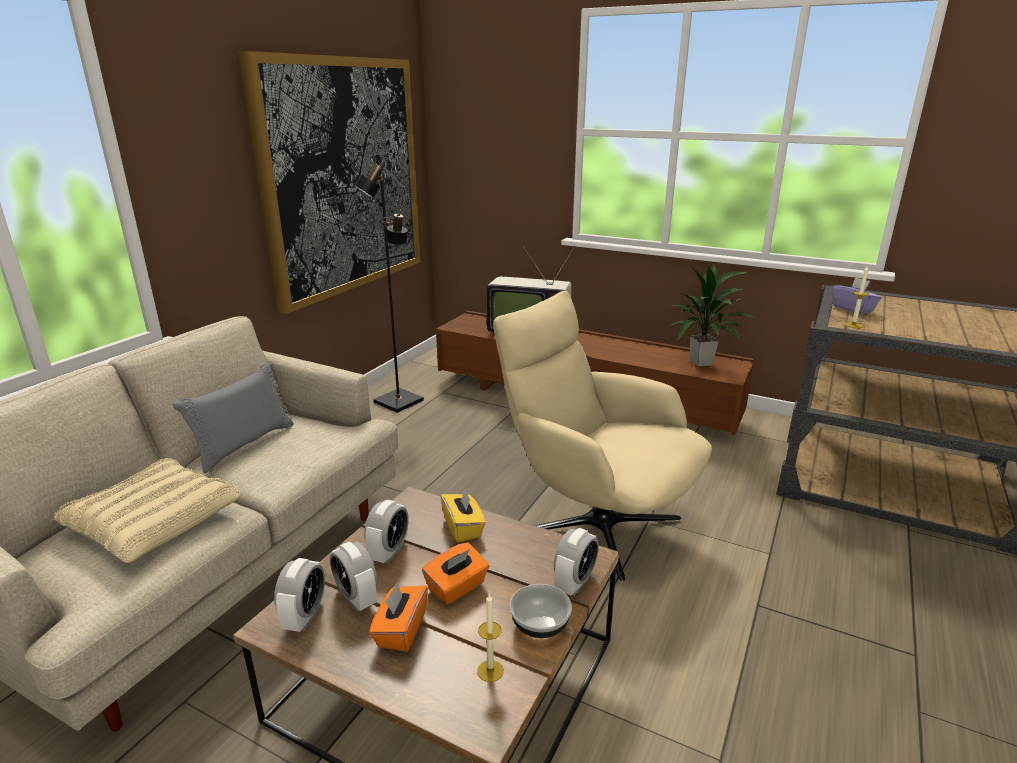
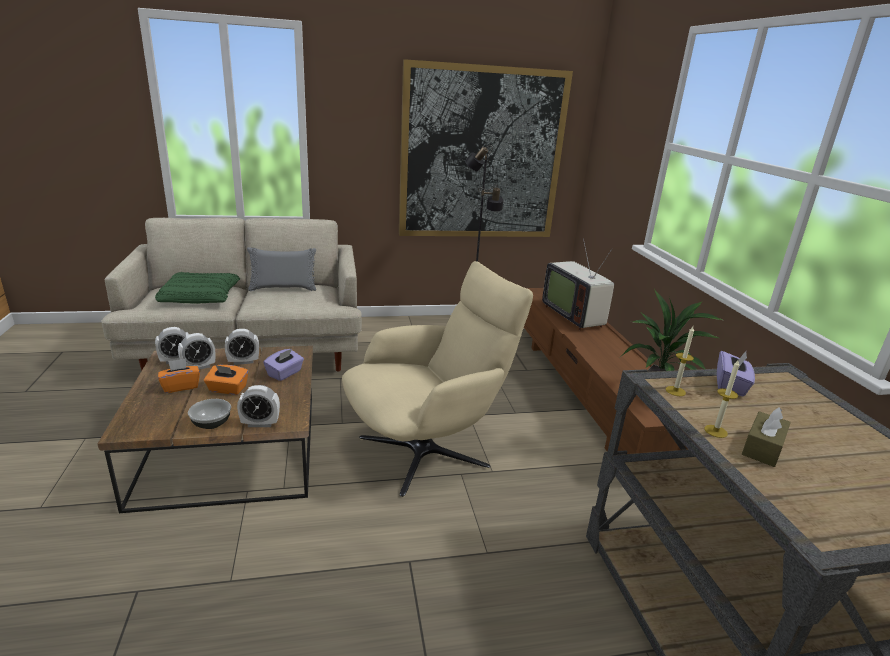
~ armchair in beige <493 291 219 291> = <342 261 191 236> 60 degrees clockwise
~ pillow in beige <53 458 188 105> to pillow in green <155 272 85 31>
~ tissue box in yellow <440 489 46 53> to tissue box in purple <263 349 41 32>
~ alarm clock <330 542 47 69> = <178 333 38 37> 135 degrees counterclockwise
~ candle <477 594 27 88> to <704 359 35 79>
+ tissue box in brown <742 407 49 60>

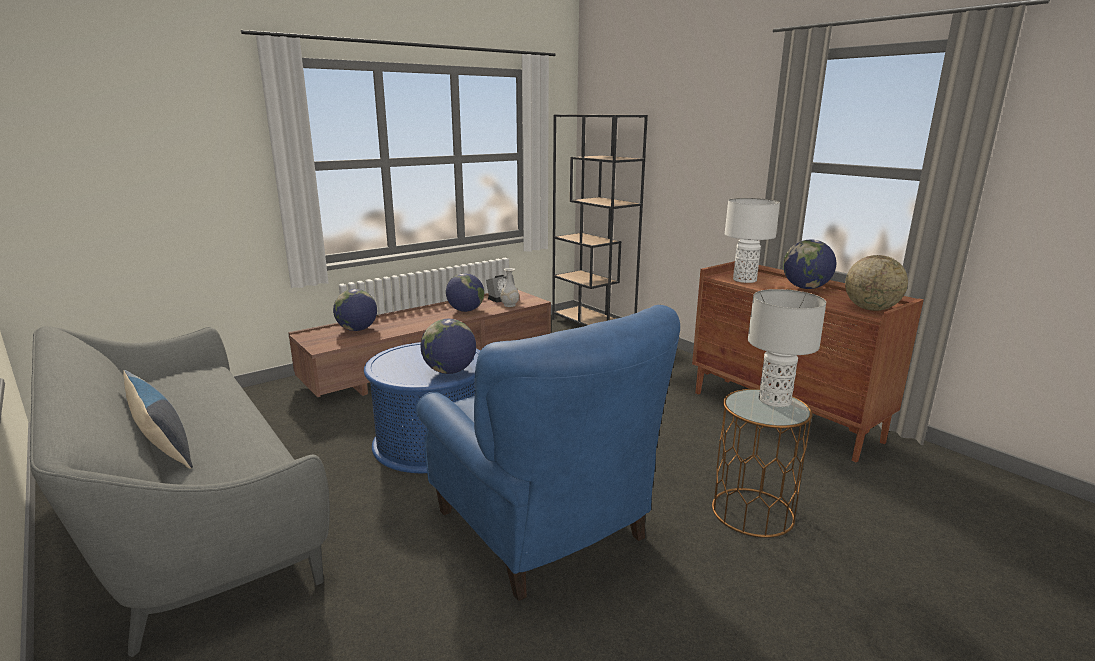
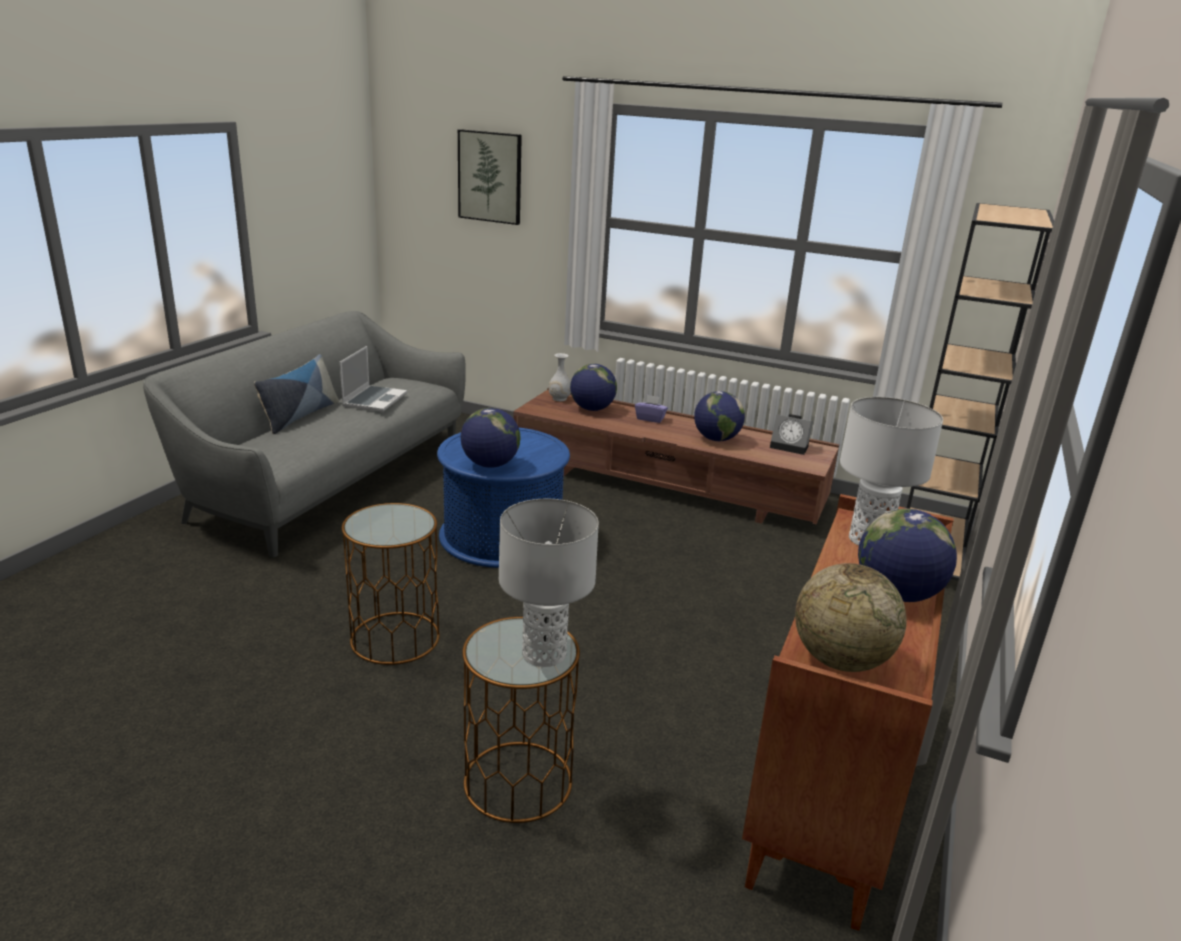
~ vase in white <500 268 19 39> to <549 353 22 48>
~ armchair in blue <416 305 264 296> to side table in brown <342 503 98 162>
+ picture <458 129 64 96>
+ laptop <340 346 67 66>
+ tissue box in purple <635 395 33 28>

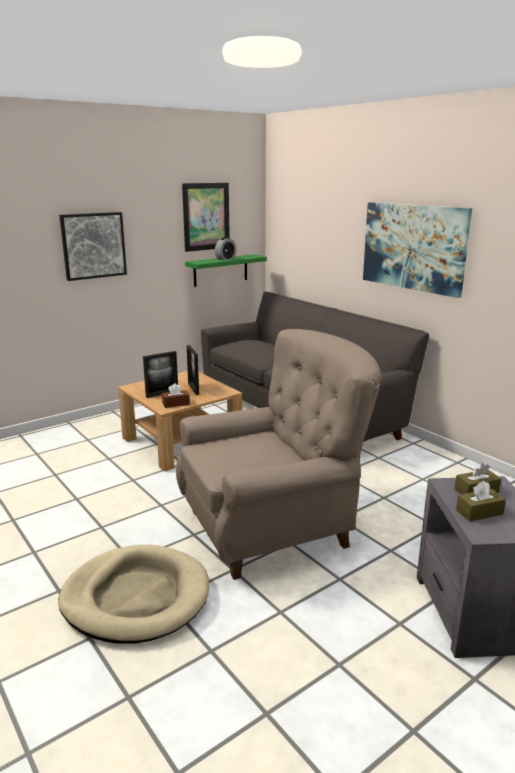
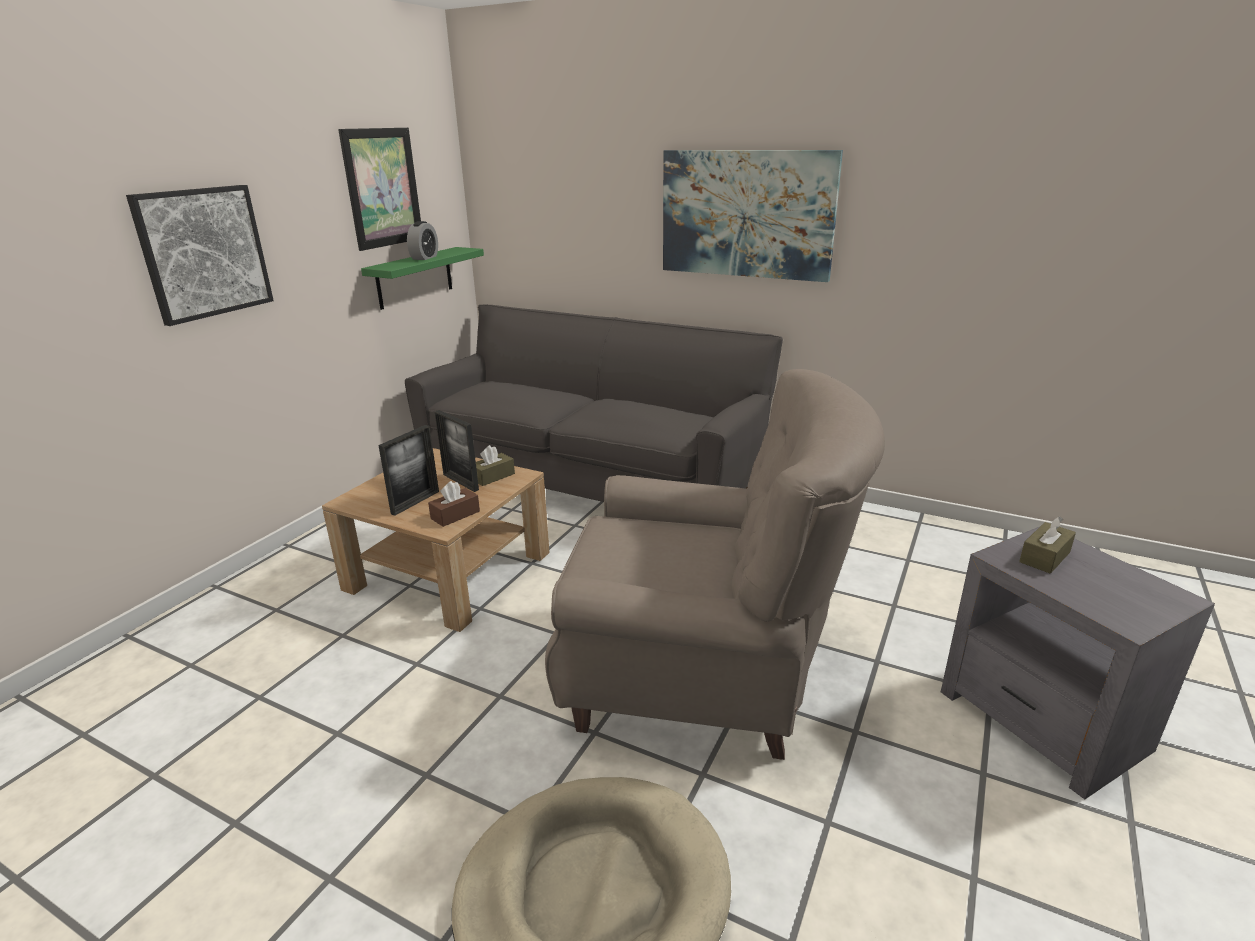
~ armchair in beige <176 329 206 251> = <545 369 340 391> 60 degrees clockwise
~ tissue box in brown <456 481 50 41> to <476 445 39 41>

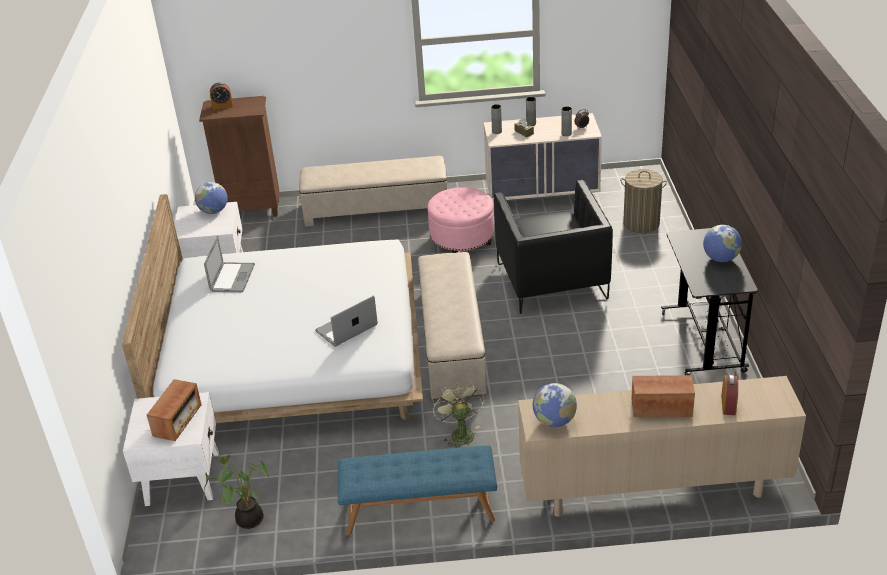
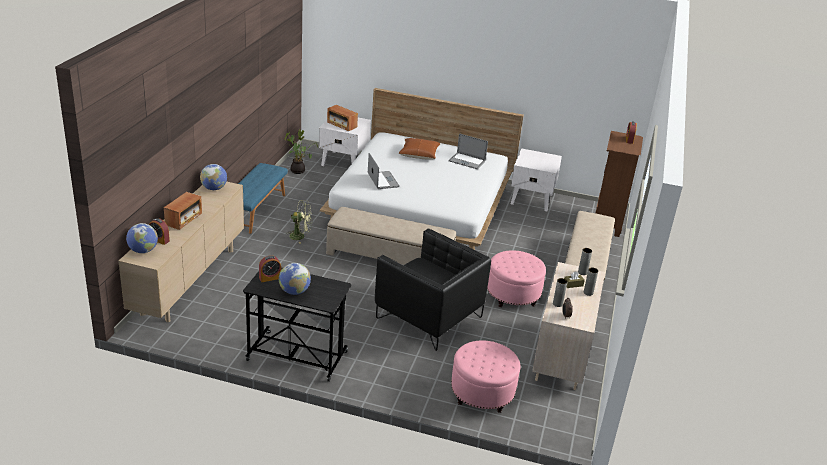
~ laundry basket <620 169 47 64> to ottoman in pink <451 340 70 73>
~ armchair in black <494 179 119 135> = <375 228 116 123> 150 degrees counterclockwise
~ globe <195 182 32 32> to <126 223 32 30>
+ pillow in brown <399 138 41 22>
+ alarm clock <259 255 22 27>

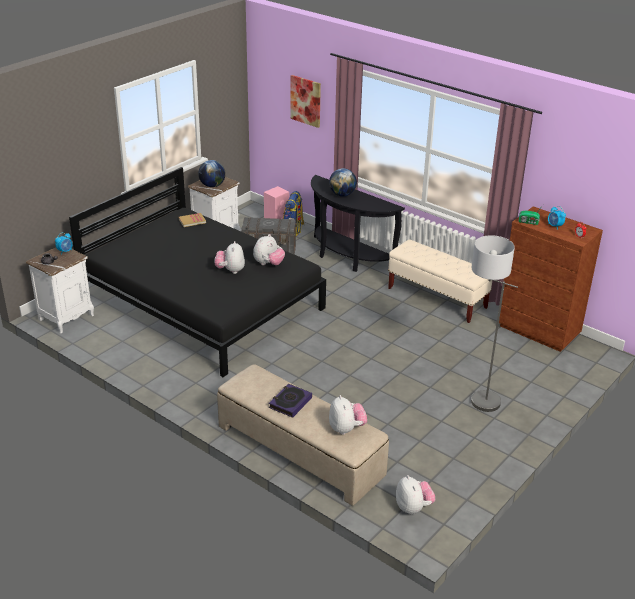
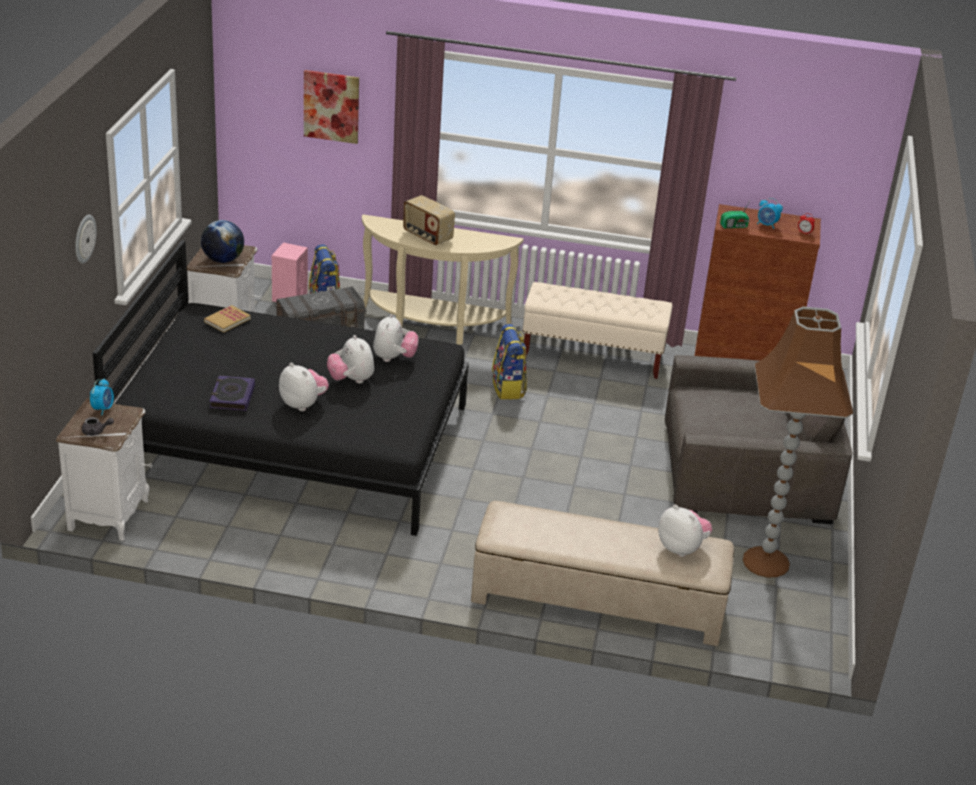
~ globe <329 168 28 28> to radio <403 195 52 50>
~ console table in black <311 175 94 97> to console table in beige <362 214 162 131>
~ floor lamp in grey <471 235 47 177> to armchair in grey <665 355 188 169>
~ book <269 384 43 34> to <209 375 46 36>
~ plush toy <396 475 39 39> to <279 363 50 48>
+ wall clock <75 215 22 48>
+ floor lamp in brown <743 307 111 270>
+ backpack <492 324 35 76>

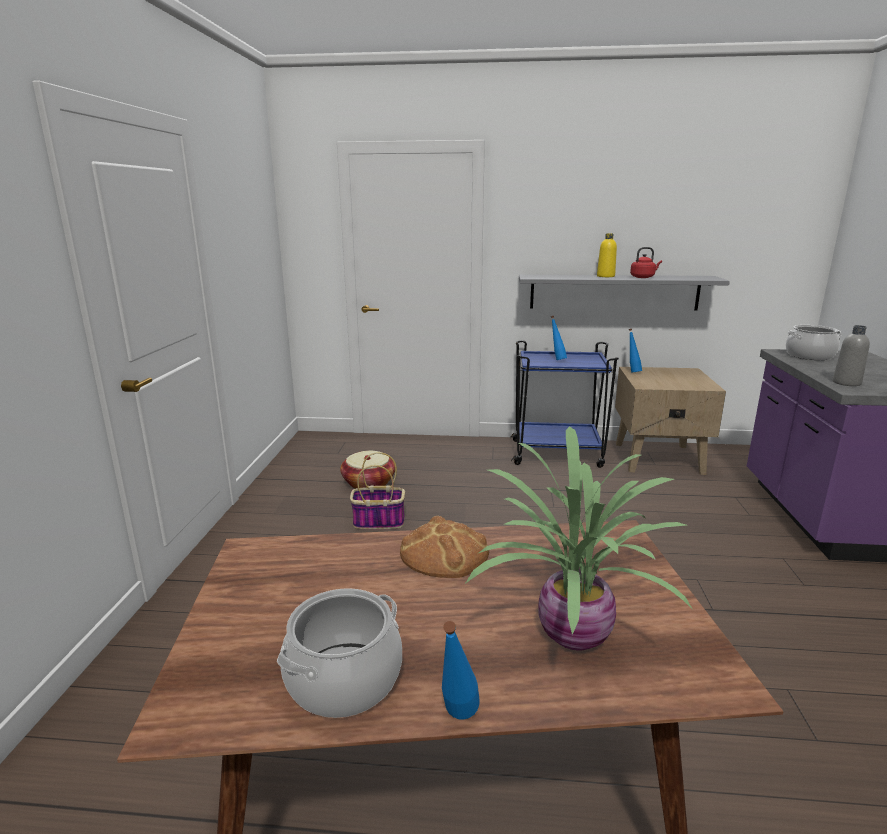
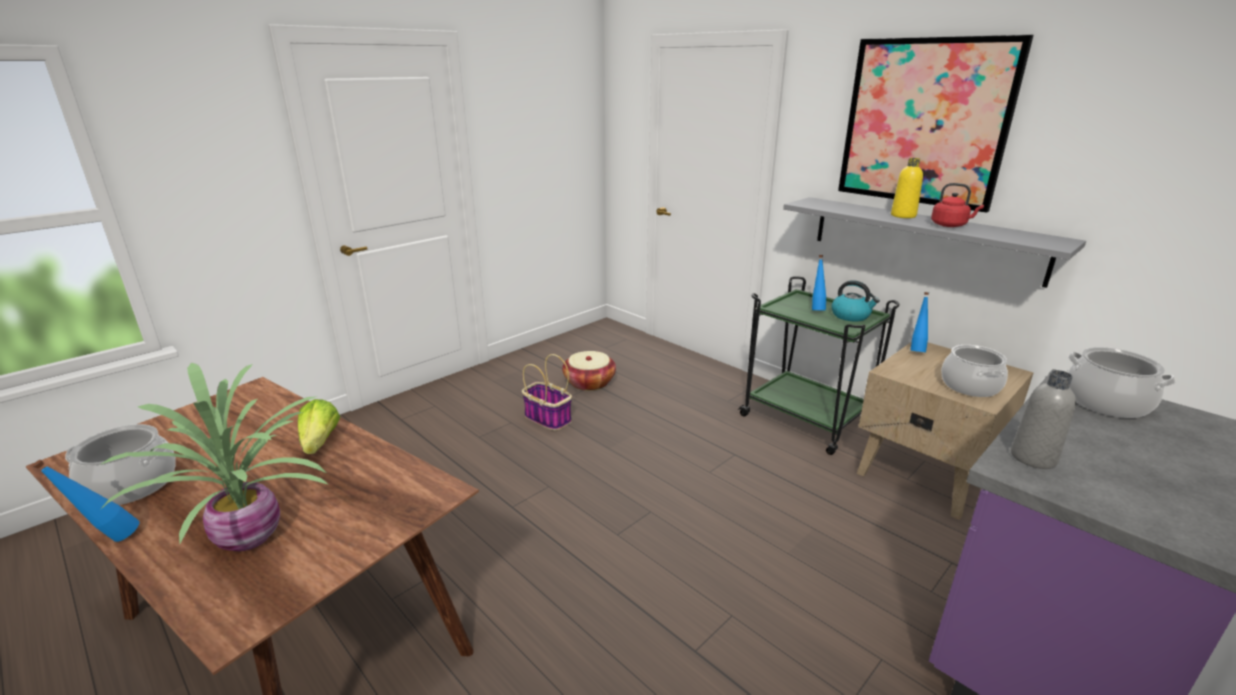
~ cart in blue <510 340 109 128> to cart in green <738 276 161 179>
~ bread <400 516 89 62> to lettuce <298 399 42 55>
+ picture <838 35 196 178>
+ kettle <832 280 48 41>
+ cooking pot <941 345 67 52>

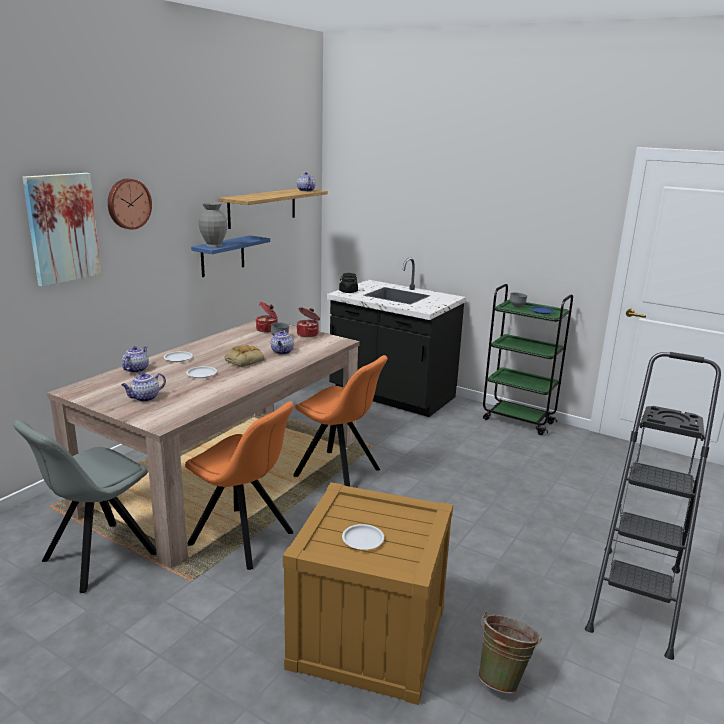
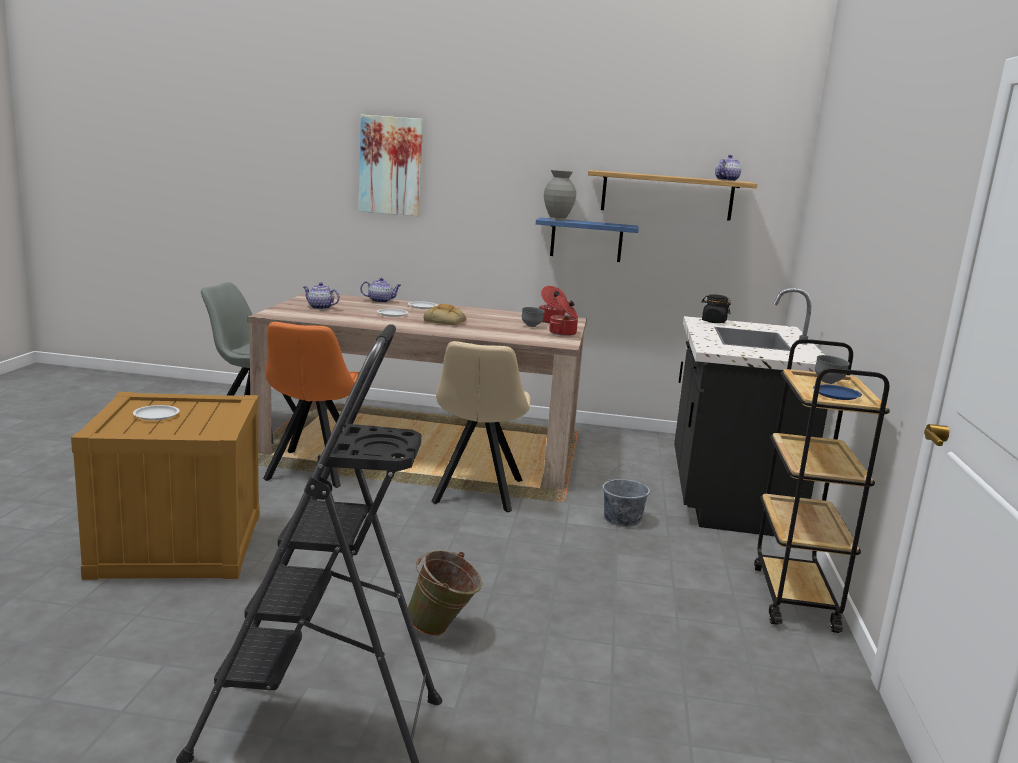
- wall clock <108 179 44 51>
~ cart in green <483 284 90 151> to cart in brown <754 339 136 294>
- teapot <271 330 23 24>
~ chair in orange <293 355 95 132> to chair in beige <432 341 98 171>
~ bucket in green <478 612 64 81> to <408 550 74 86>
+ bucket in grey <602 463 48 64>

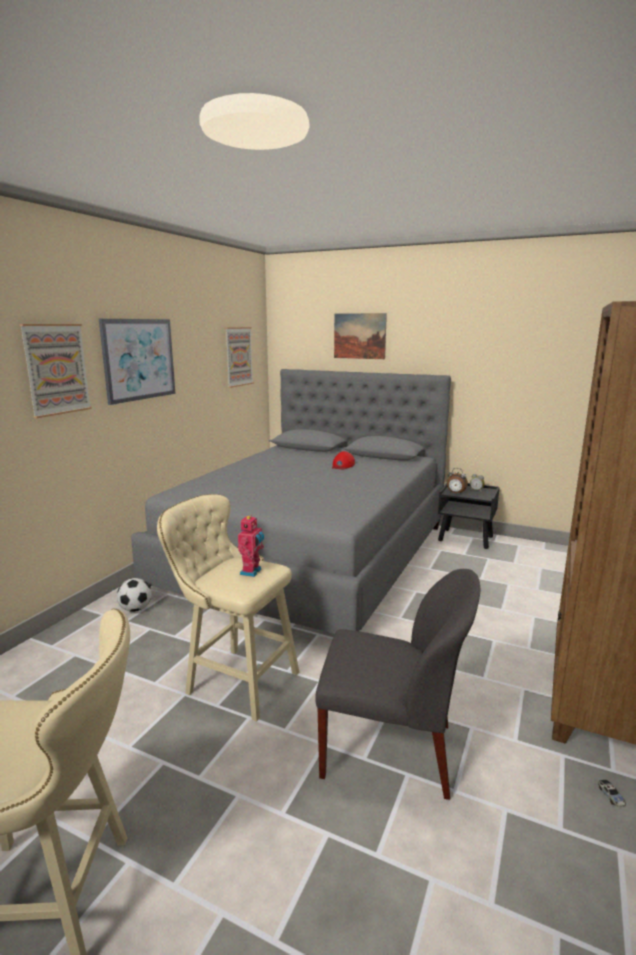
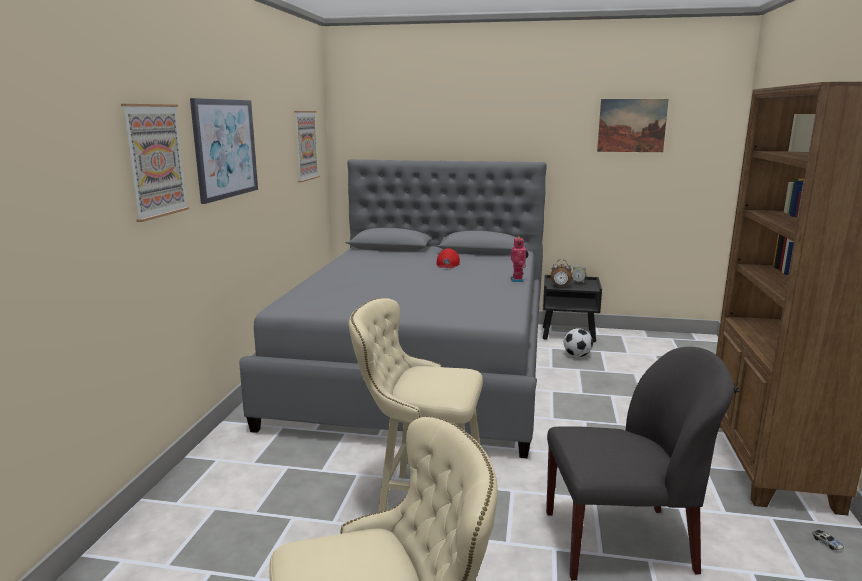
~ picture <334 313 53 46> to <597 99 72 53>
~ toy robot <238 514 26 63> to <511 236 17 46>
~ football <117 578 35 34> to <564 328 29 29>

